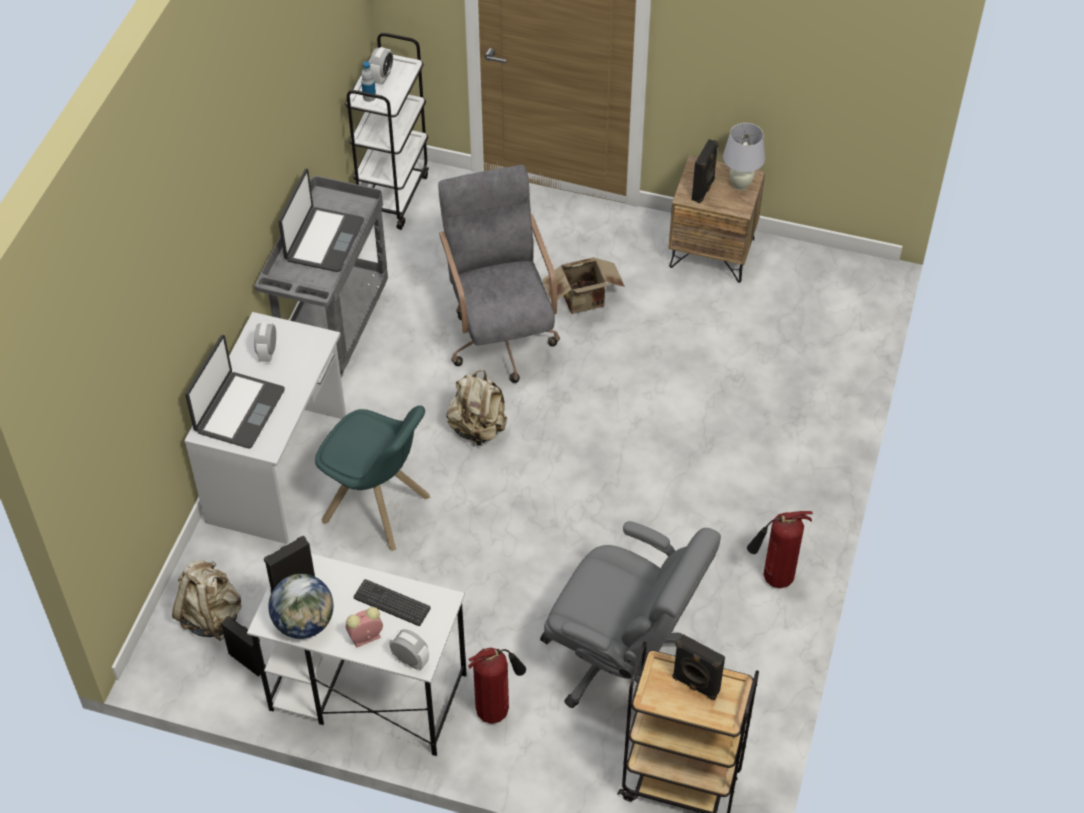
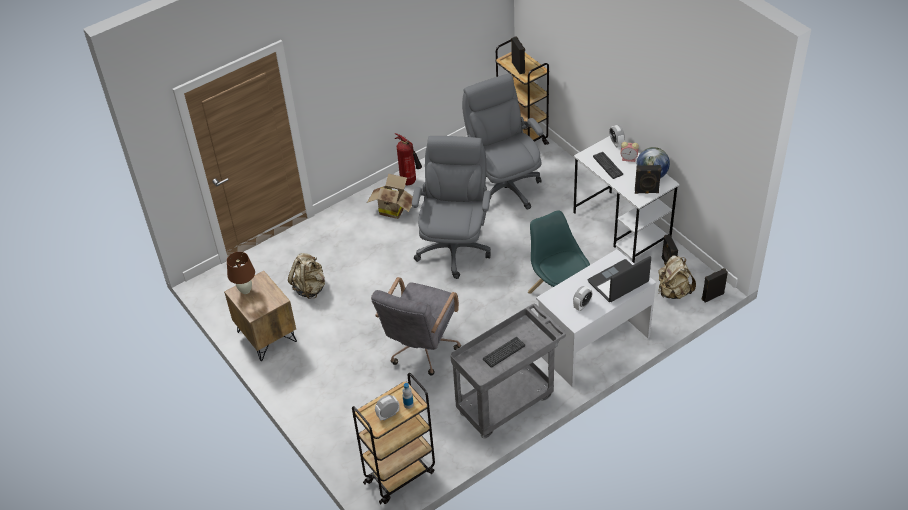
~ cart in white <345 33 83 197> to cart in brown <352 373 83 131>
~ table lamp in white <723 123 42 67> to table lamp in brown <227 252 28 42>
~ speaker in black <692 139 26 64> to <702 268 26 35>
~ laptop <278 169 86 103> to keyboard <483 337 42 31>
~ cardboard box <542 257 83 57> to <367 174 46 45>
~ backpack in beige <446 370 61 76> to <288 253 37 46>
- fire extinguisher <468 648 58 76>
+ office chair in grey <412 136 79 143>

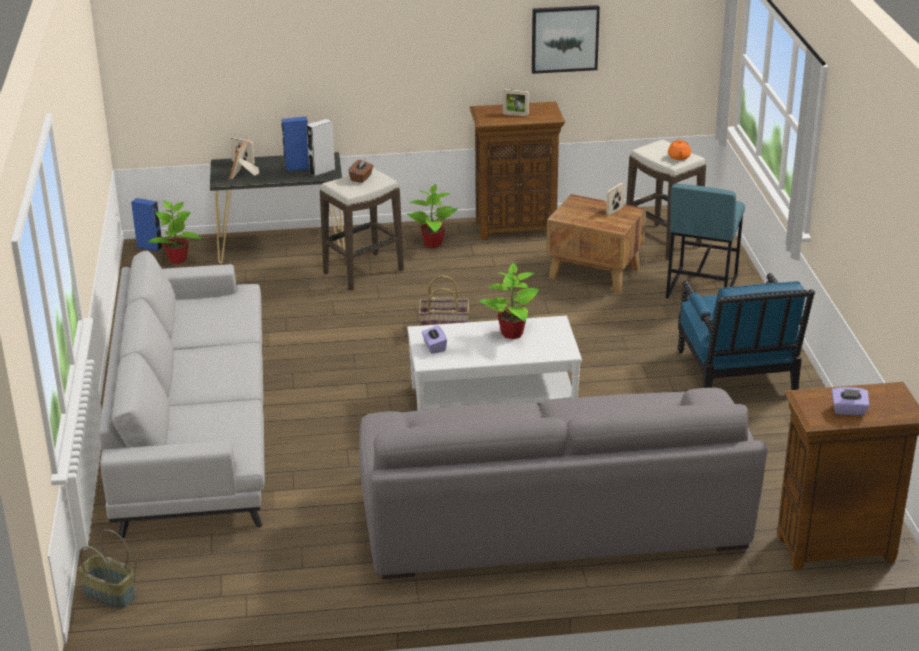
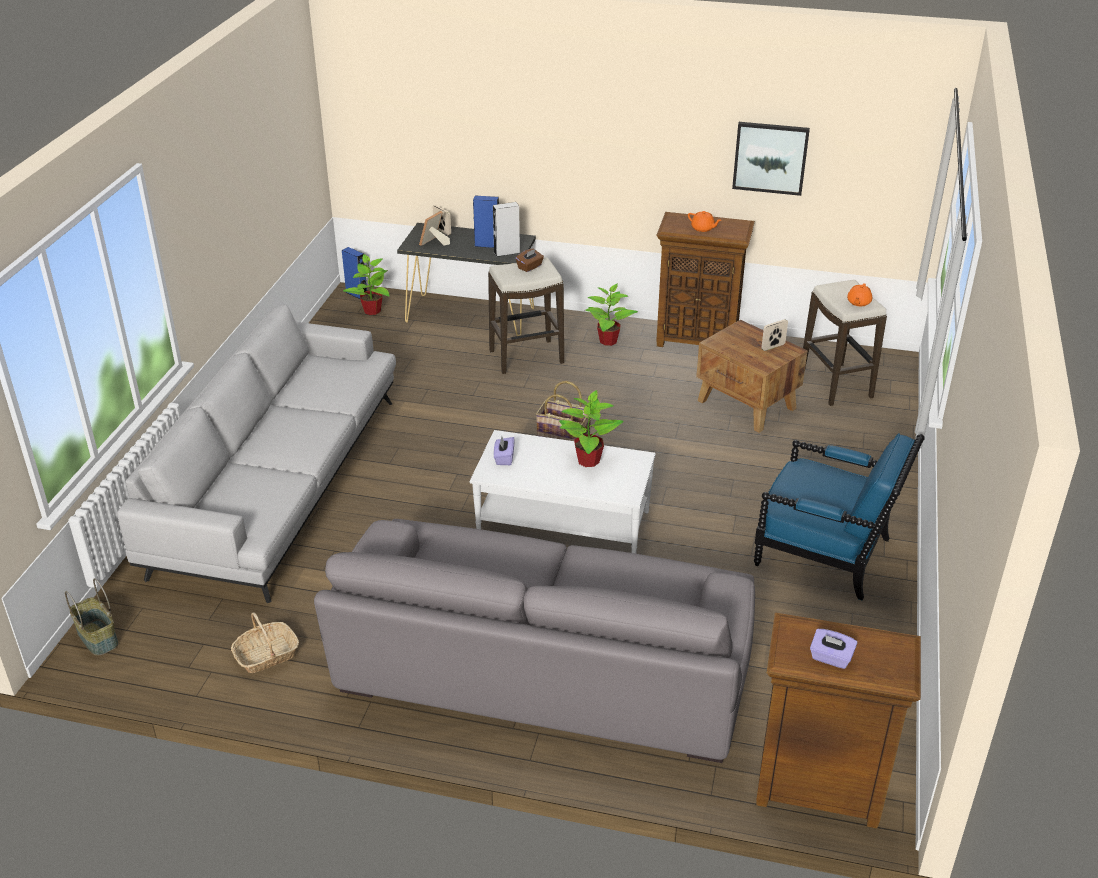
~ picture frame <503 89 26 27> to teapot in orange <688 211 33 21>
- stool in blue <666 184 79 114>
~ armchair in blue <678 273 137 117> = <754 433 171 168> 75 degrees counterclockwise
+ basket <231 612 68 61>

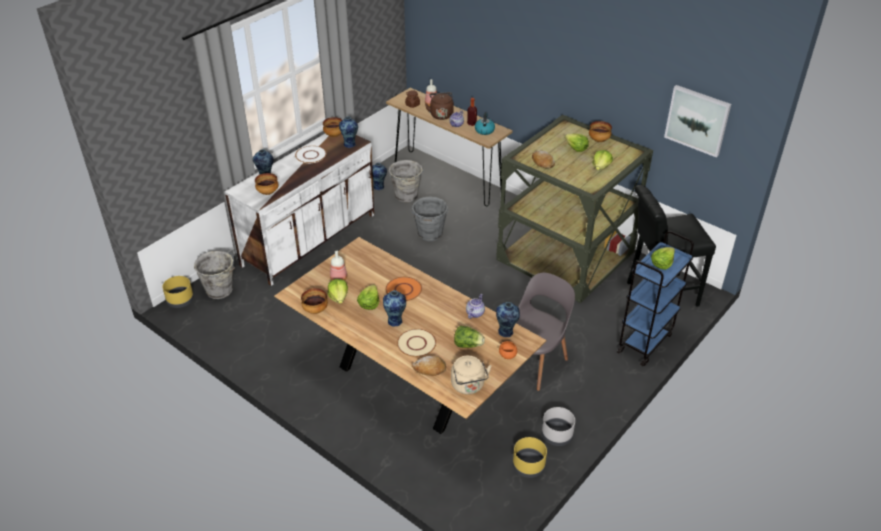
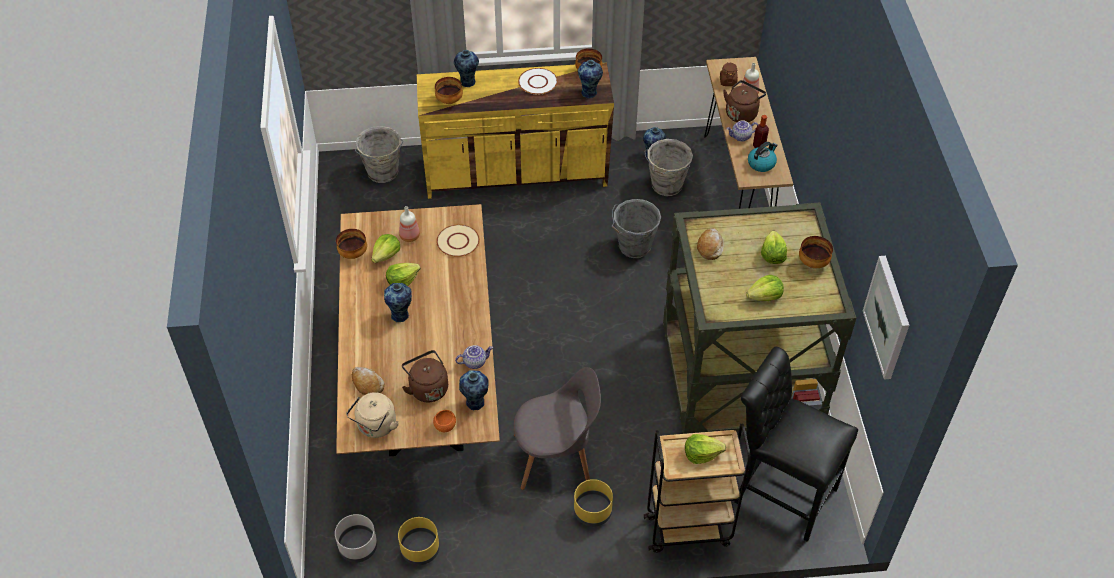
~ cabinet in white <225 133 149 153> to cabinet in yellow <417 63 197 136>
~ cart in blue <617 231 77 135> to cart in brown <643 424 107 129>
~ planter in yellow <162 276 32 32> to <574 479 39 48>
- plate in orange <386 277 36 24>
~ lettuce <454 326 31 22> to kettle in brown <402 350 46 53>
~ plate in beige <397 329 39 28> to <436 224 44 33>
~ planter in grey <542 407 33 39> to <335 514 42 49>

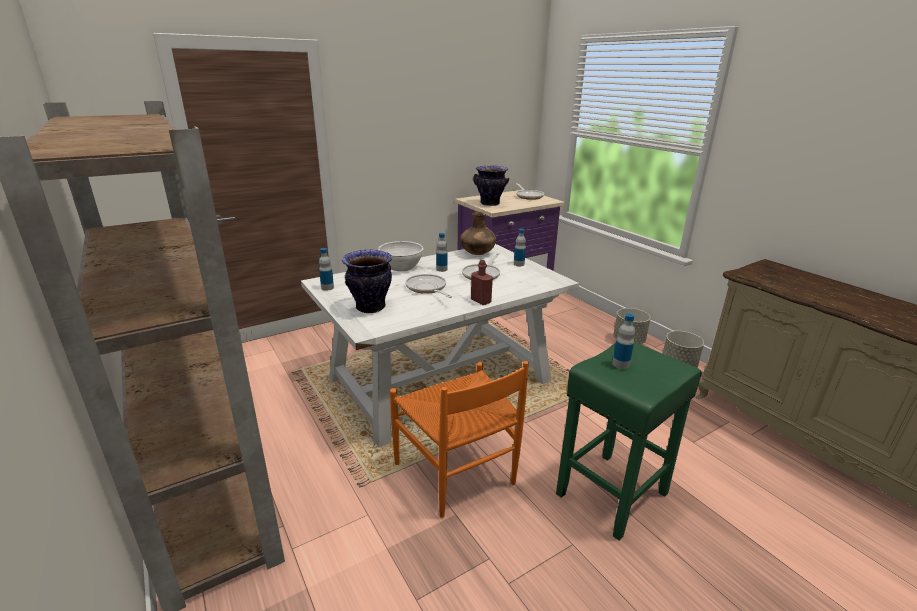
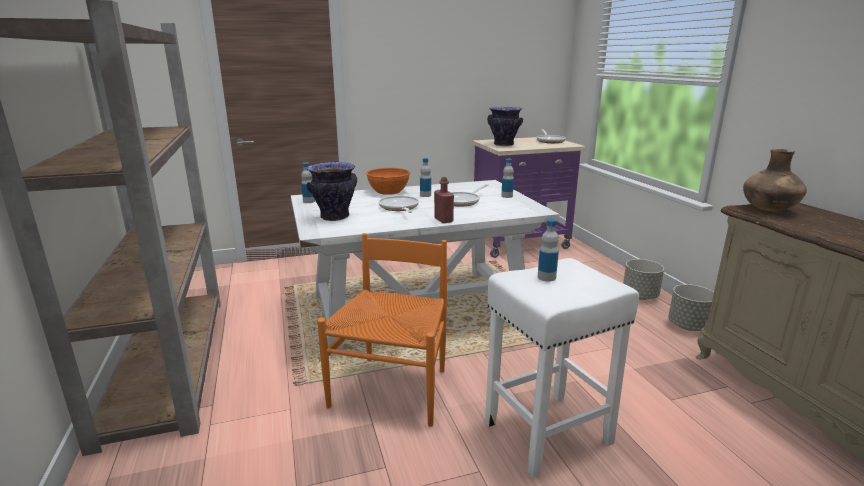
~ vase in brown <460 212 36 43> to <743 149 64 63>
~ bowl in white <378 241 46 30> to bowl in orange <366 168 44 27>
~ stool in green <556 341 146 200> to stool in white <485 258 154 220>
~ chair in orange <390 361 139 157> = <317 233 130 194> 150 degrees counterclockwise

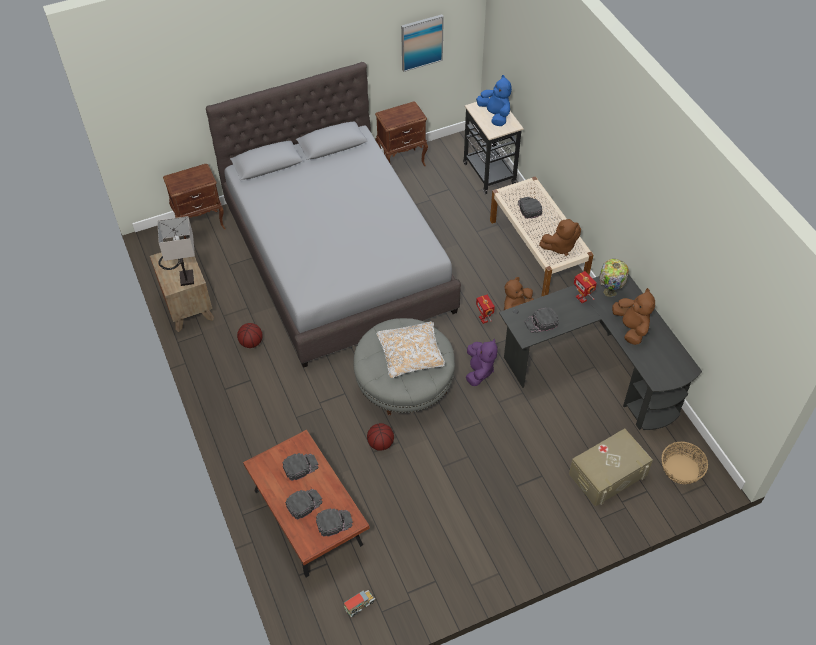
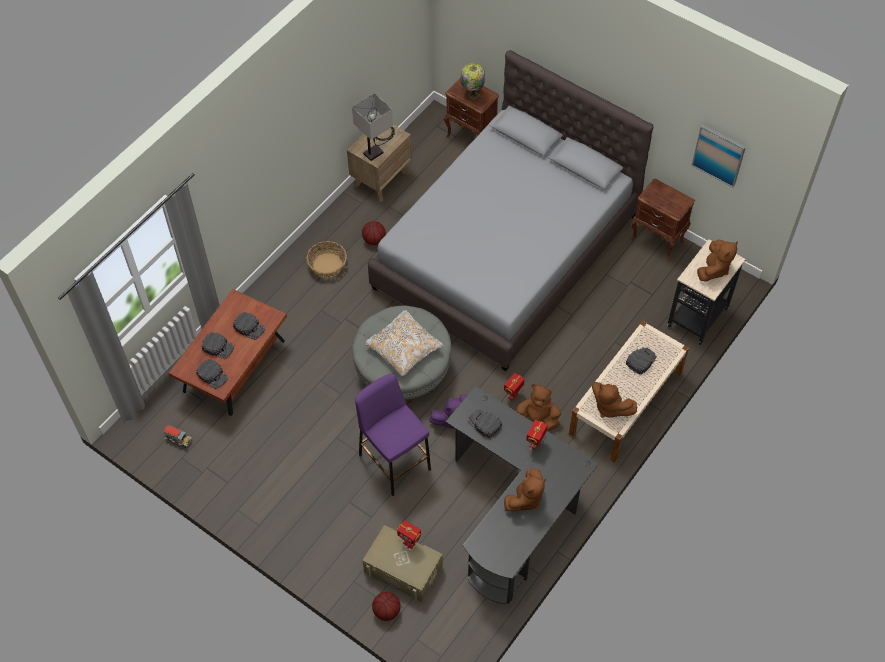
~ plush toy in blue <476 75 36 51> to plush toy in brown <697 239 41 42>
~ table lamp <599 259 30 38> to <460 63 25 36>
~ basketball <367 423 27 28> to <372 592 28 29>
~ basket <662 441 46 43> to <307 241 40 36>
+ stool in purple <355 374 76 122>
+ toy robot <396 520 28 29>

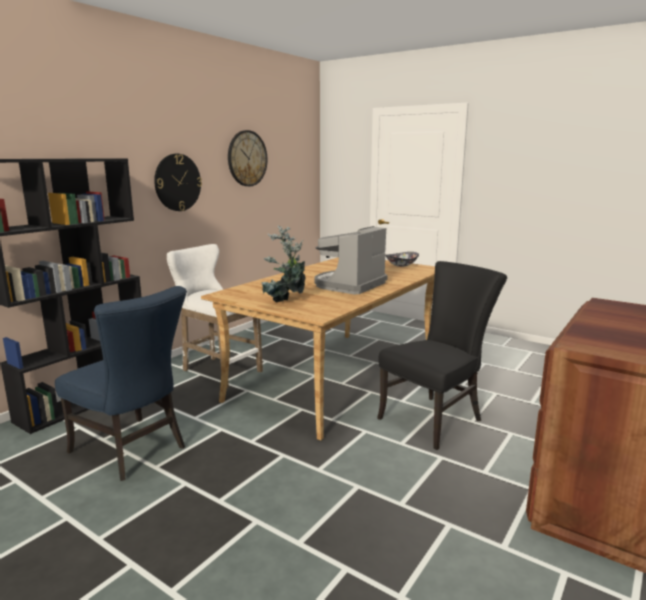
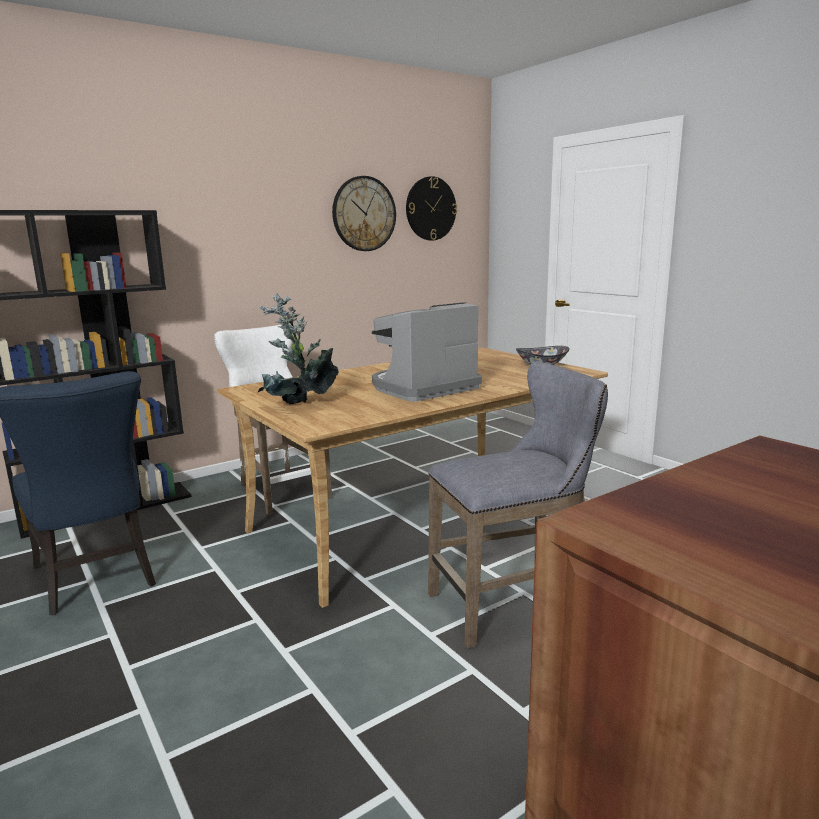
~ wall clock <154 154 48 57> to <406 176 51 64>
~ chair in black <377 261 130 189> to stool in grey <428 362 180 287>

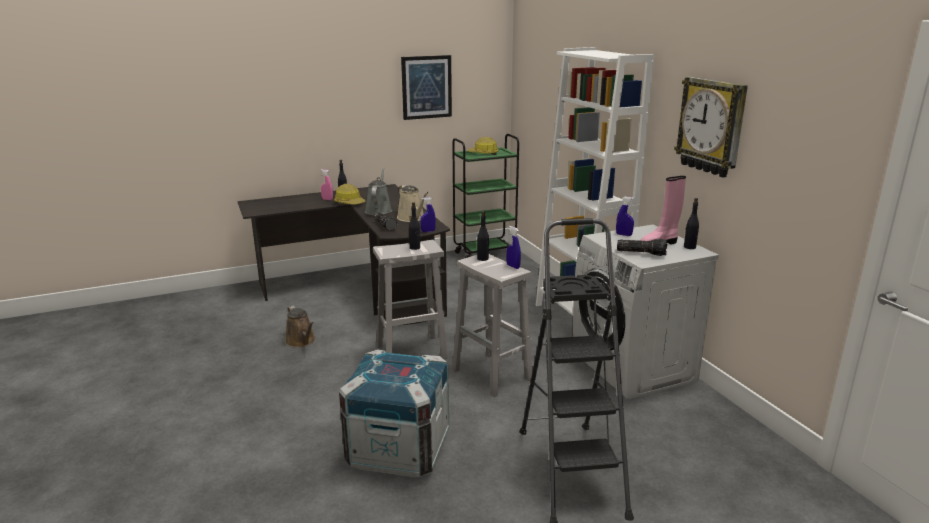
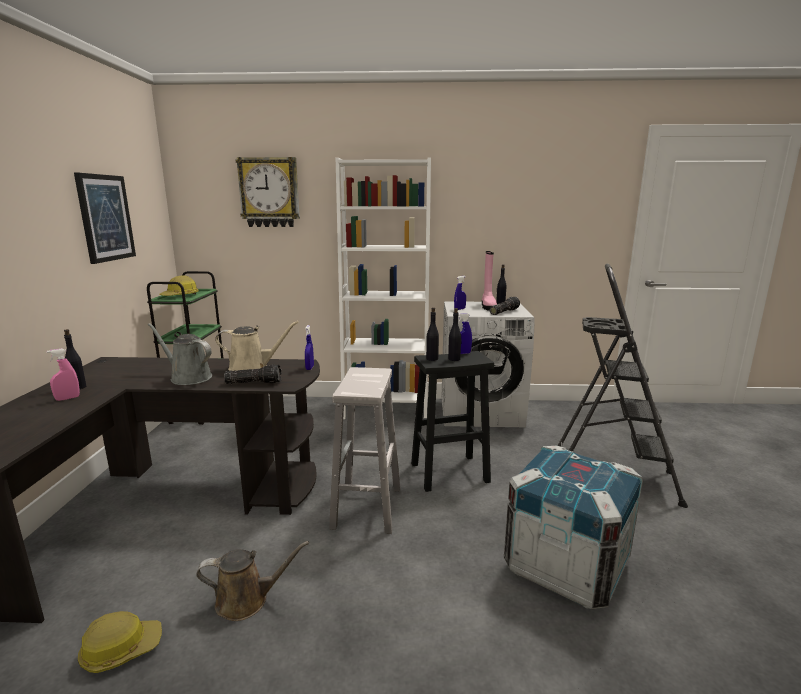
~ wall clock <674 77 74 100> to <236 157 64 70>
~ hard hat <334 184 32 21> to <78 611 84 62>
~ bottle in black <409 202 11 48> to <448 308 14 53>
~ stool in white <452 254 80 143> to stool in black <411 351 83 141>

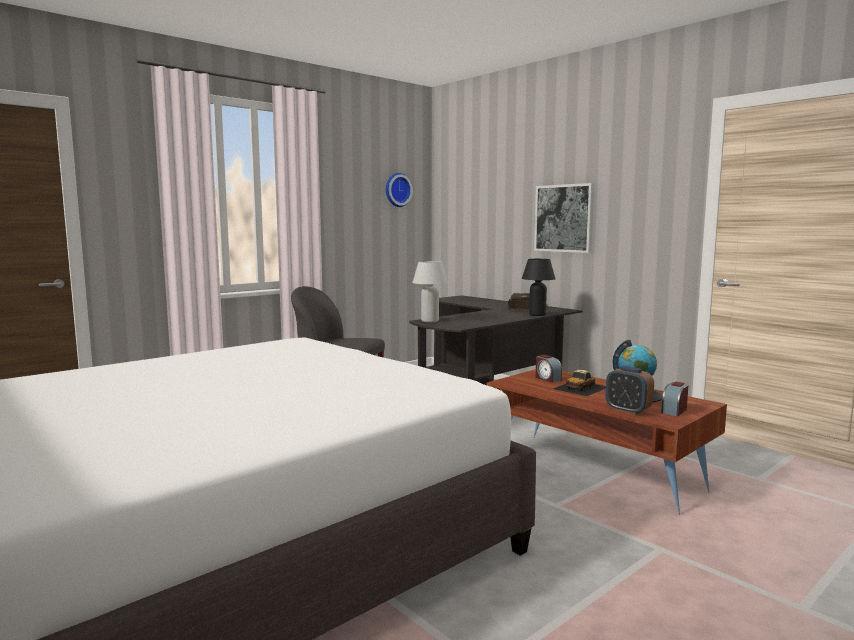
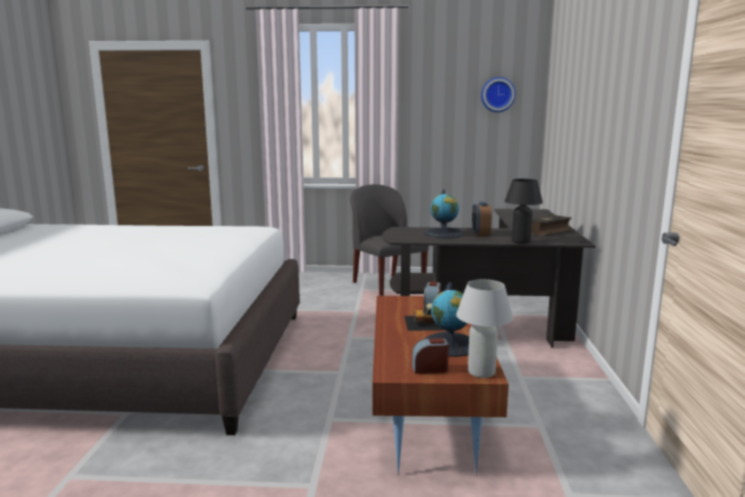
- picture <534 183 60 70>
~ table lamp in white <412 261 36 61> to <456 279 57 99>
~ alarm clock <606 366 48 49> to <472 202 20 34>
+ globe <424 189 40 49>

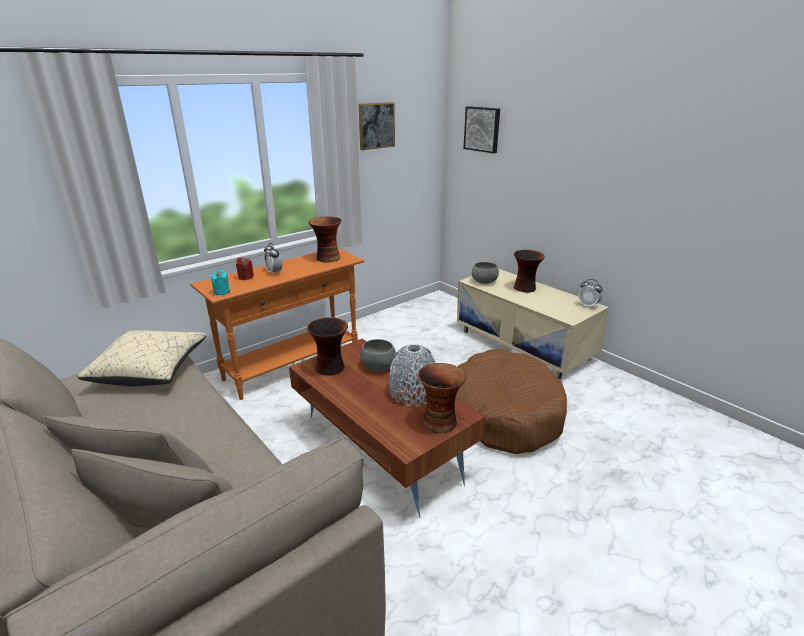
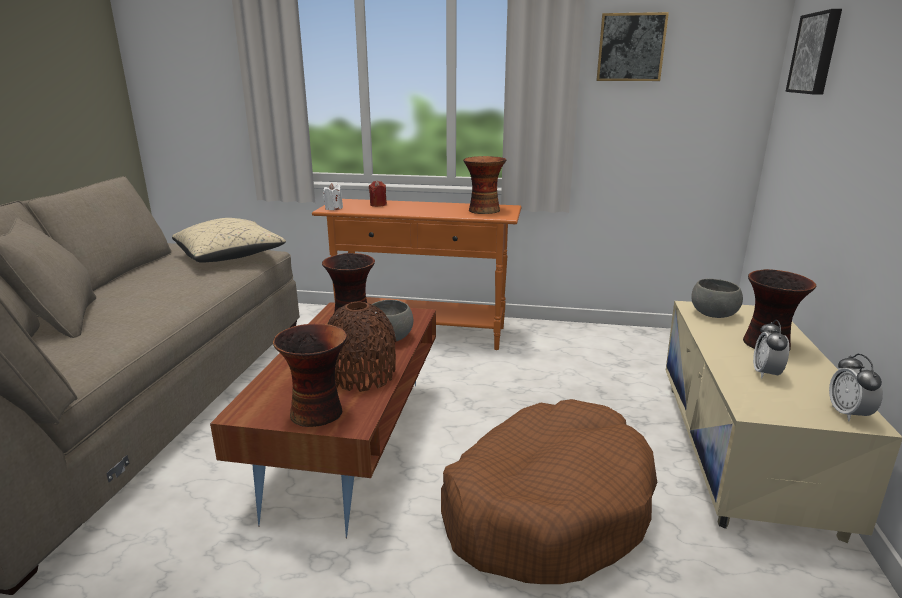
~ alarm clock <264 243 18 32> to <753 320 36 59>
~ candle in turquoise <210 270 20 25> to candle in white <323 183 20 27>
~ vase in grey <389 344 46 62> to vase in brown <327 302 69 90>

